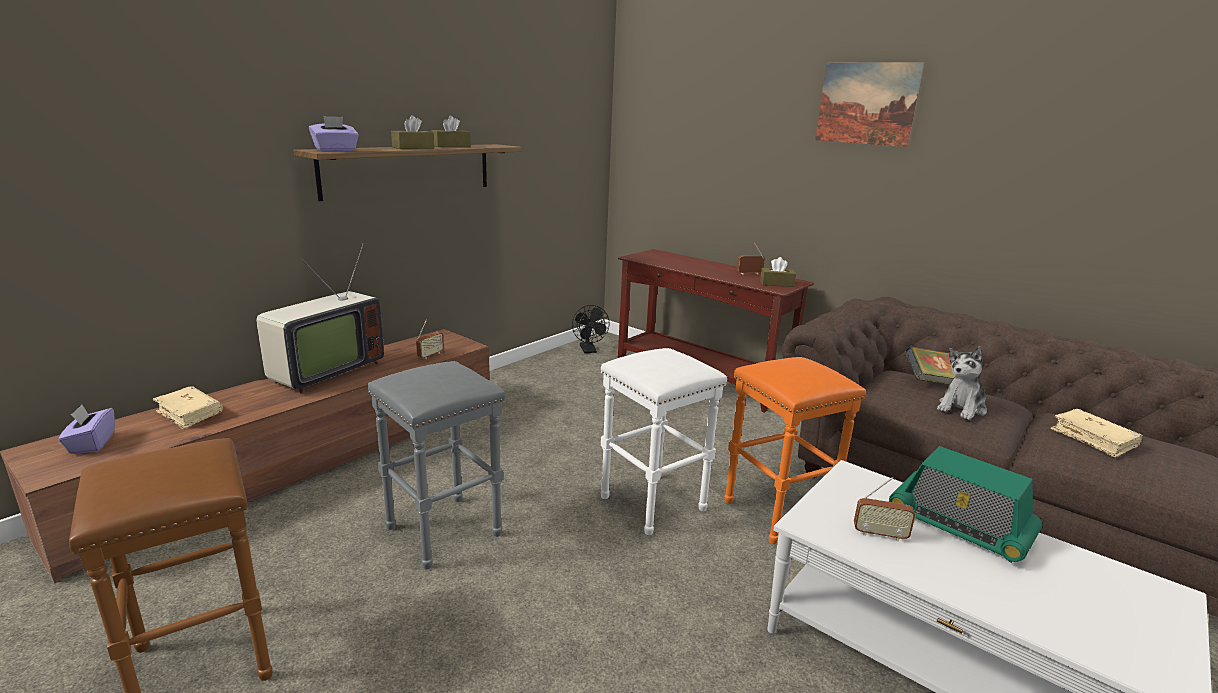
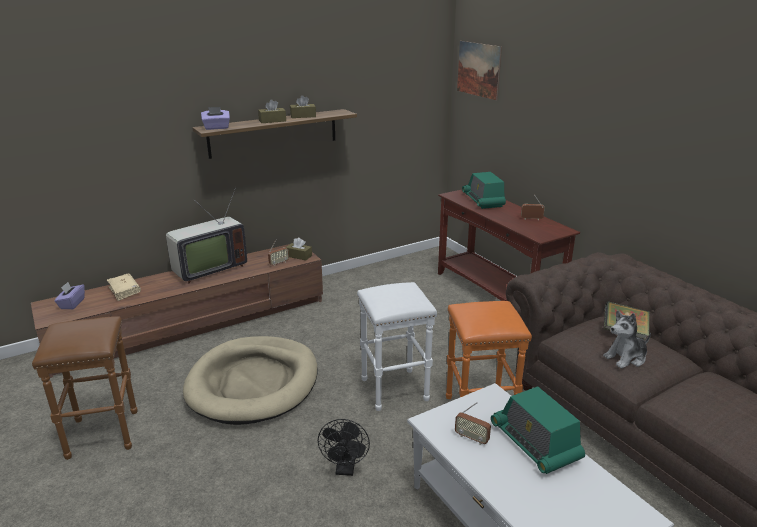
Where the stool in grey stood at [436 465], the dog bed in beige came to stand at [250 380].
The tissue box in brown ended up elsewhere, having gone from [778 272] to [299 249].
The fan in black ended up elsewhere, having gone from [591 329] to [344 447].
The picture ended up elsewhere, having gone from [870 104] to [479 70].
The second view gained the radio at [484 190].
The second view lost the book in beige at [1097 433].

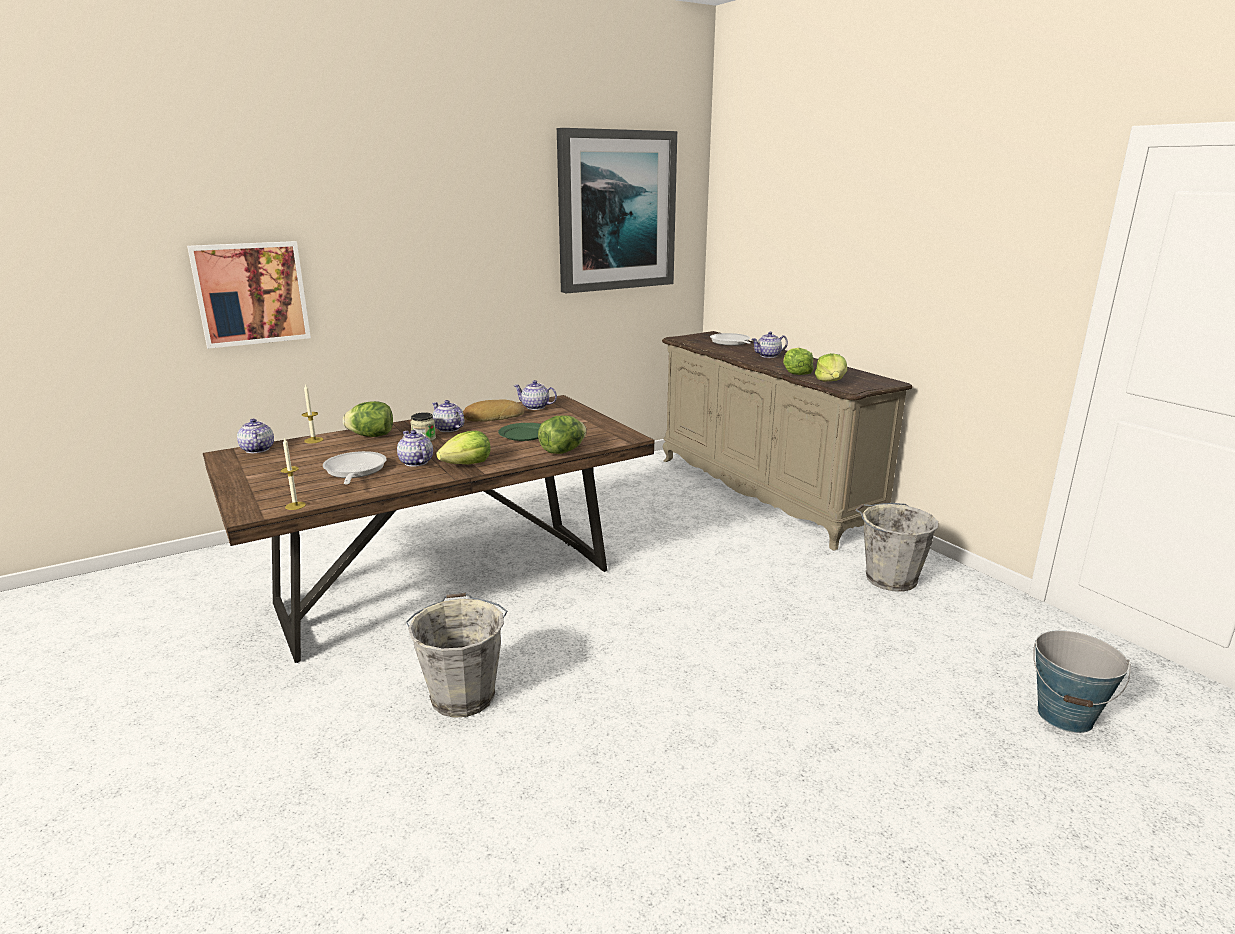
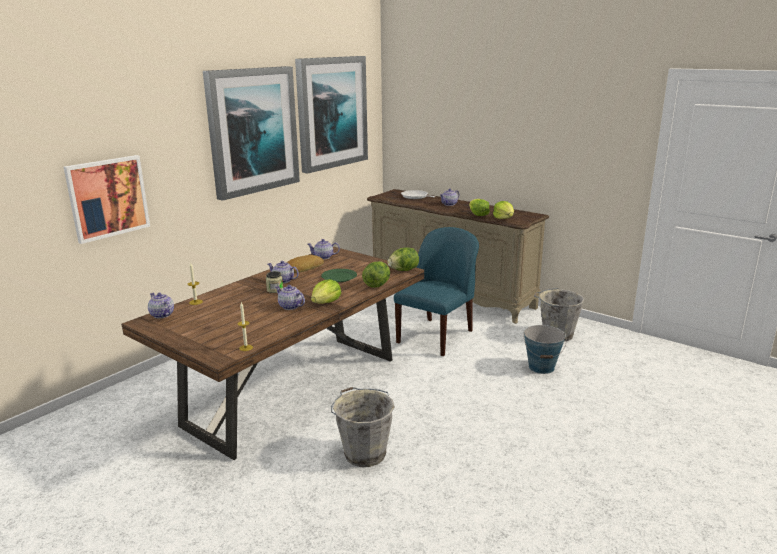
The second view gained the picture at [251 133].
The lettuce ended up elsewhere, having gone from [368 419] to [403 259].
The second view gained the chair in blue at [436 291].
The bucket ended up elsewhere, having gone from [1082 681] to [545 349].
The second view lost the frying pan at [355 467].

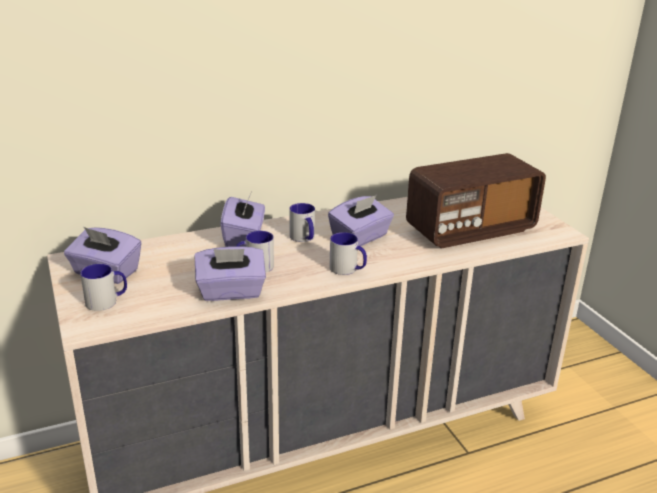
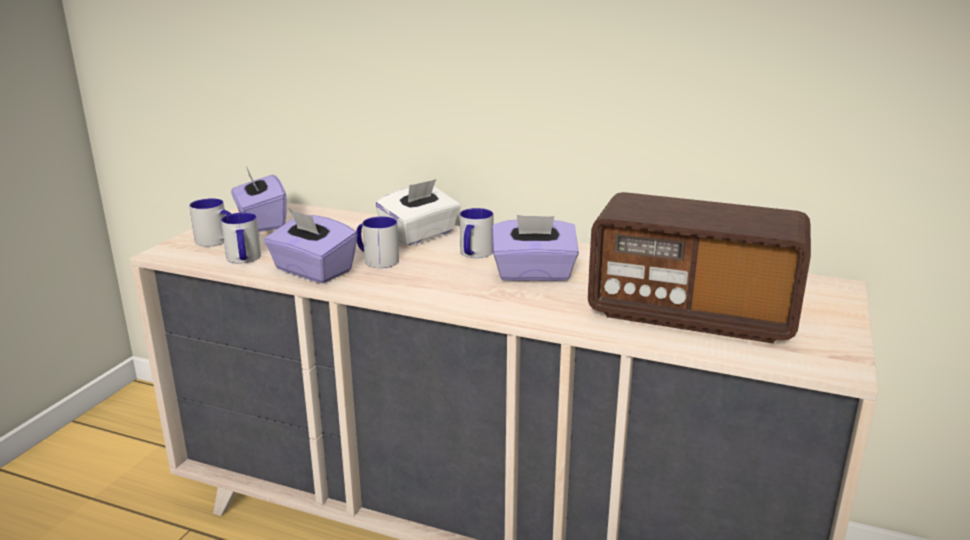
The mug ended up elsewhere, having gone from [348 253] to [241 238].
What was the tissue box in purple at [243 220] turned into the tissue box in white at [418 212].

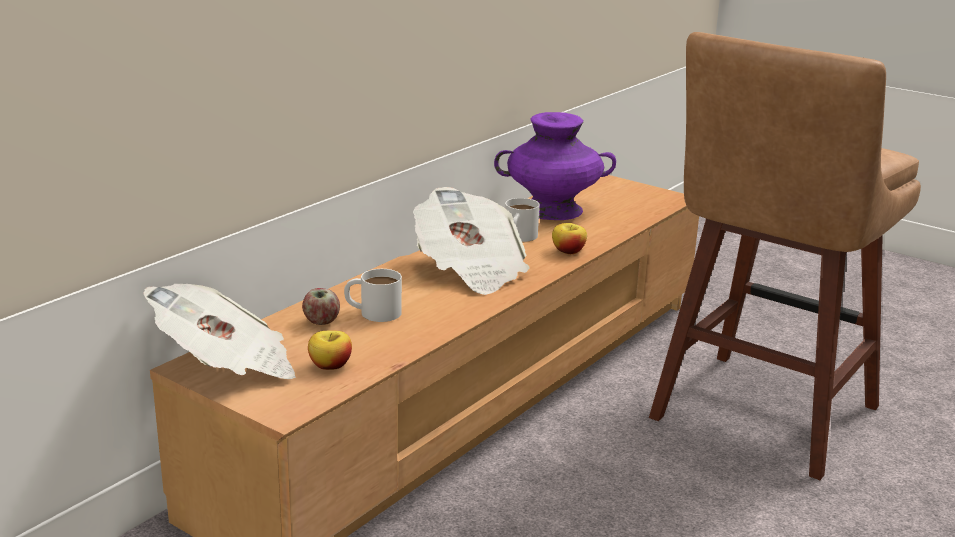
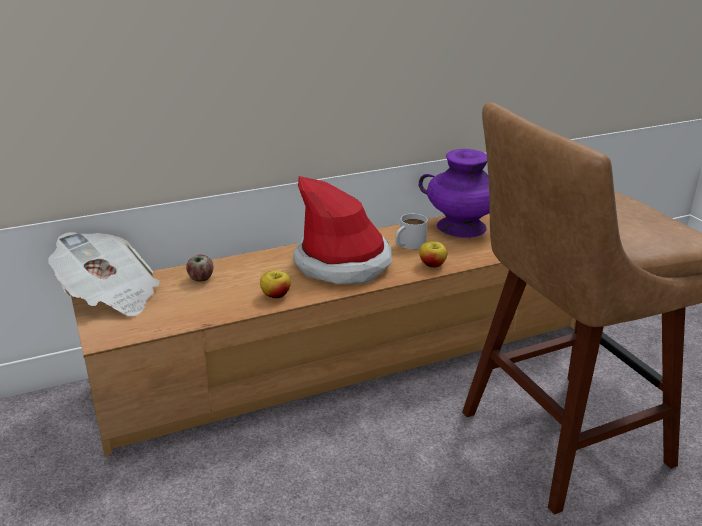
The apple ended up elsewhere, having gone from [330 350] to [275 284].
Where the newspaper stood at [471 241], the hat came to stand at [342 230].
The second view lost the mug in white at [373 295].

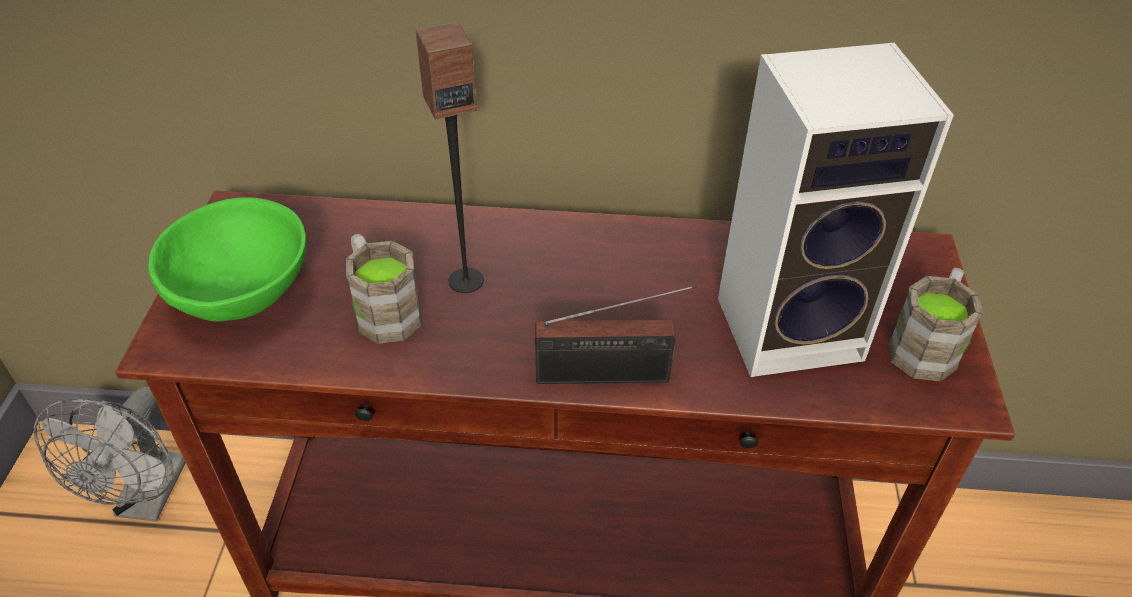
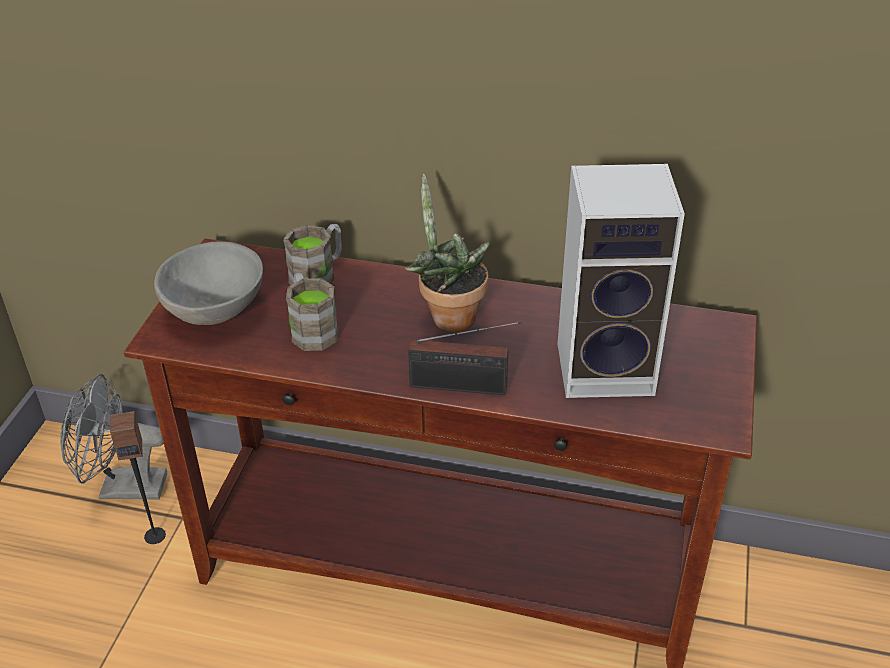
The fan in grey at [110 454] ended up facing another way, 75 degrees clockwise from before.
The speaker ended up elsewhere, having gone from [450 157] to [138 477].
What was the bowl in green at [227 259] turned into the bowl in grey at [208 283].
The mug in brown ended up elsewhere, having gone from [935 325] to [312 254].
The second view gained the potted plant at [447 253].

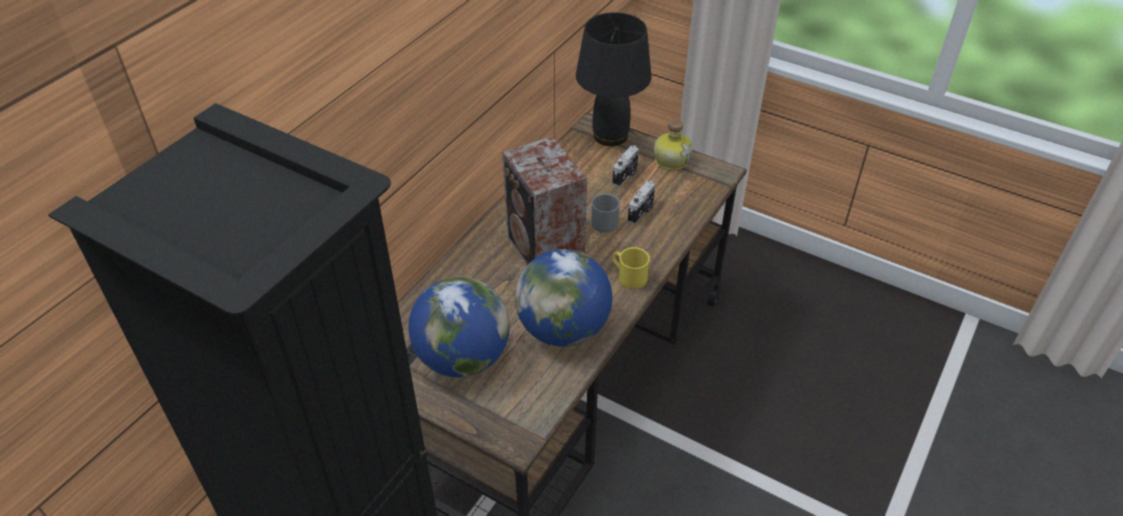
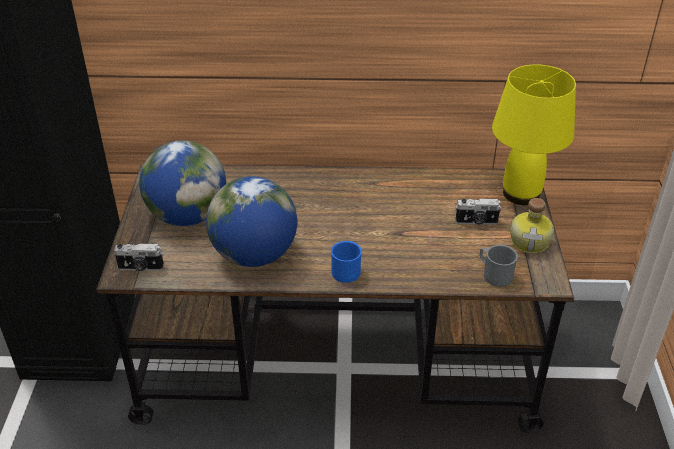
The photo camera ended up elsewhere, having gone from [641 202] to [139 257].
What was the mug in yellow at [631 268] turned into the mug in blue at [346 262].
The mug in grey ended up elsewhere, having gone from [603 213] to [499 266].
What was the table lamp in black at [613 79] turned into the table lamp in yellow at [534 134].
The second view lost the speaker at [544 201].

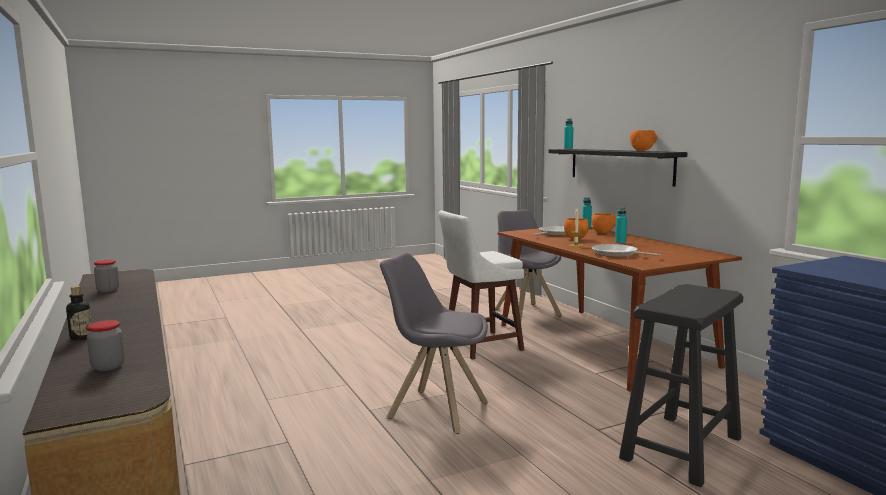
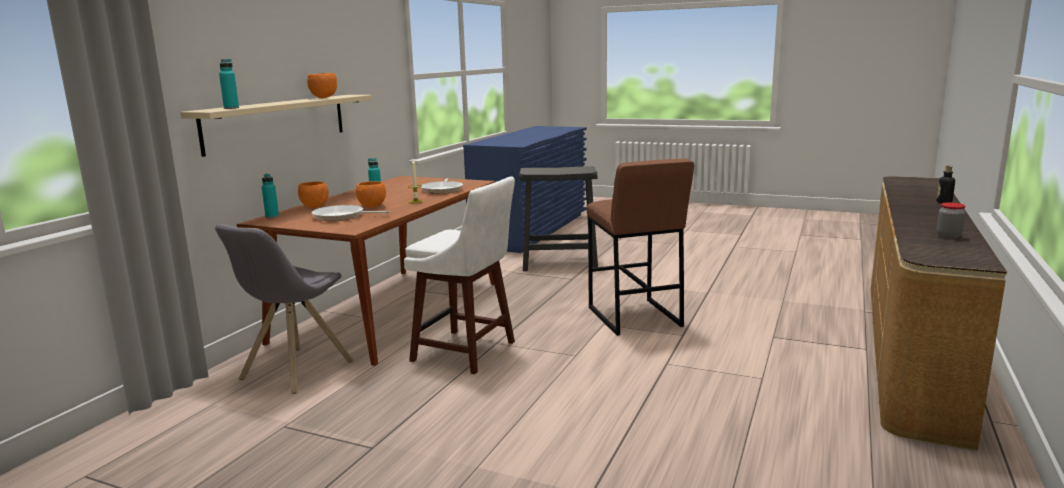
What was the shelf in black at [618 168] turned into the shelf in beige at [276 126].
Where the chair in grey stood at [434 343], the stool in brown came to stand at [640 247].
The second view lost the jar at [106 345].

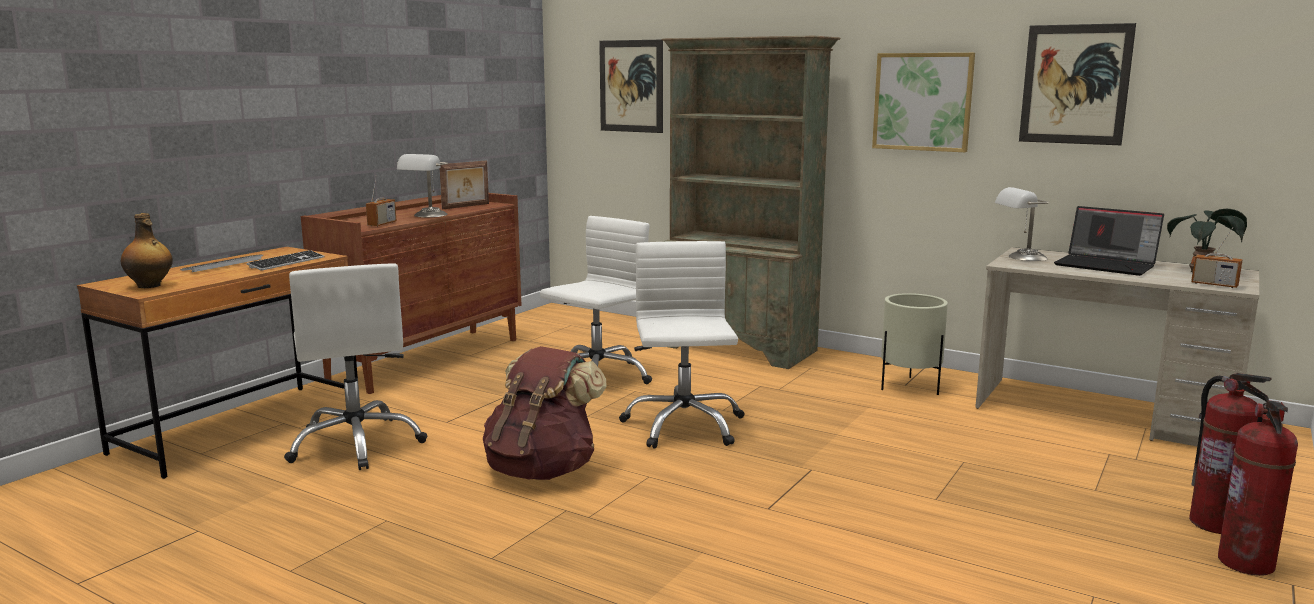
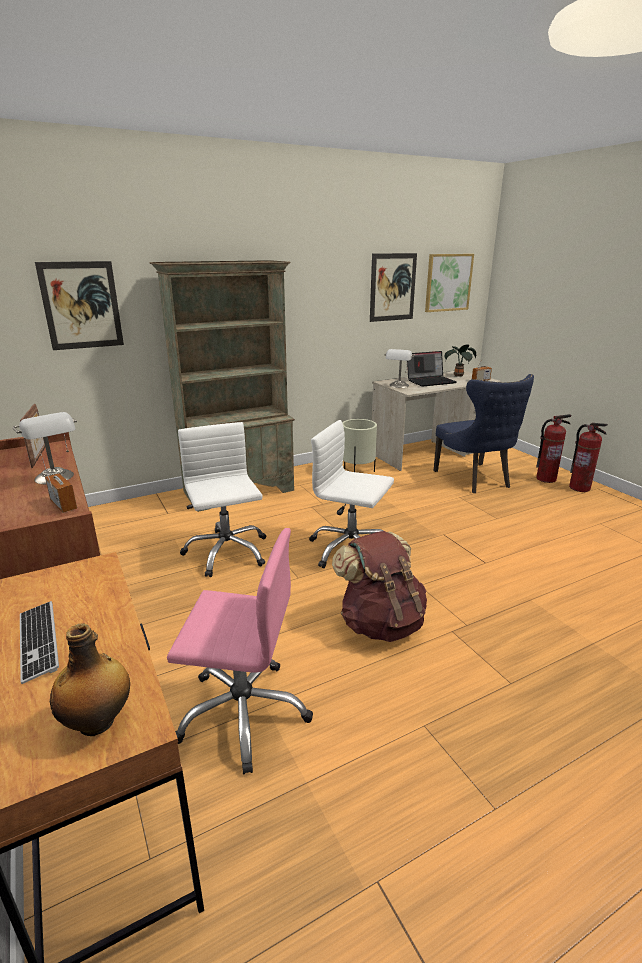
What was the office chair in white at [355 366] turned into the office chair in pink at [240 651].
The picture ended up elsewhere, having gone from [923 102] to [449 283].
The second view gained the chair in blue at [484 433].
The second view lost the keyboard at [285 260].

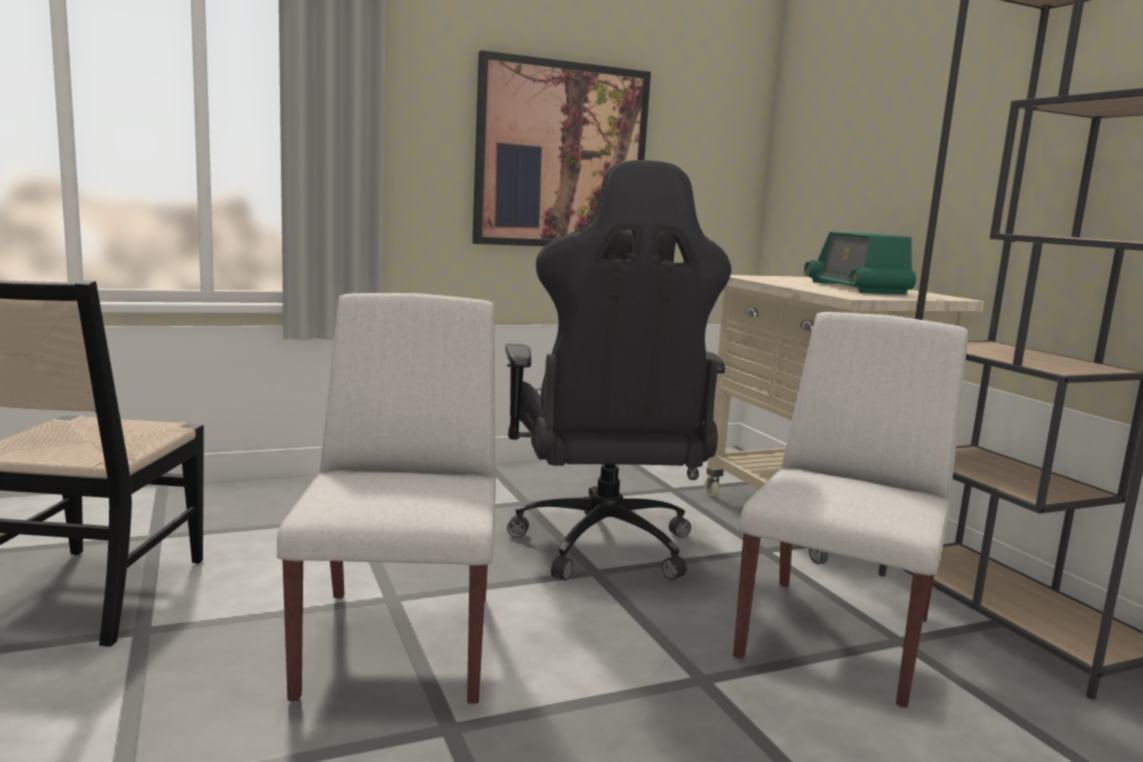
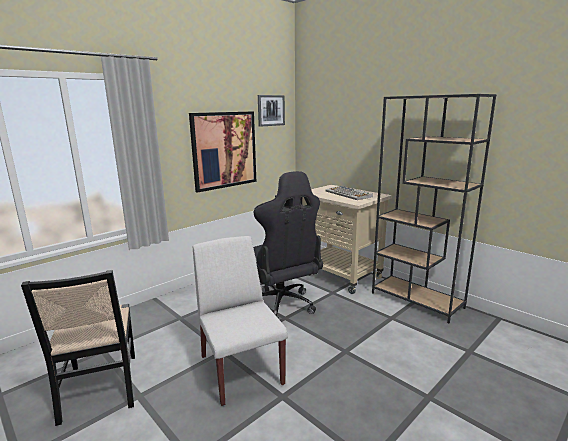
The second view gained the picture at [271 111].
Where the radio stood at [860 263], the keyboard came to stand at [349 193].
The second view lost the chair in white at [850 510].

